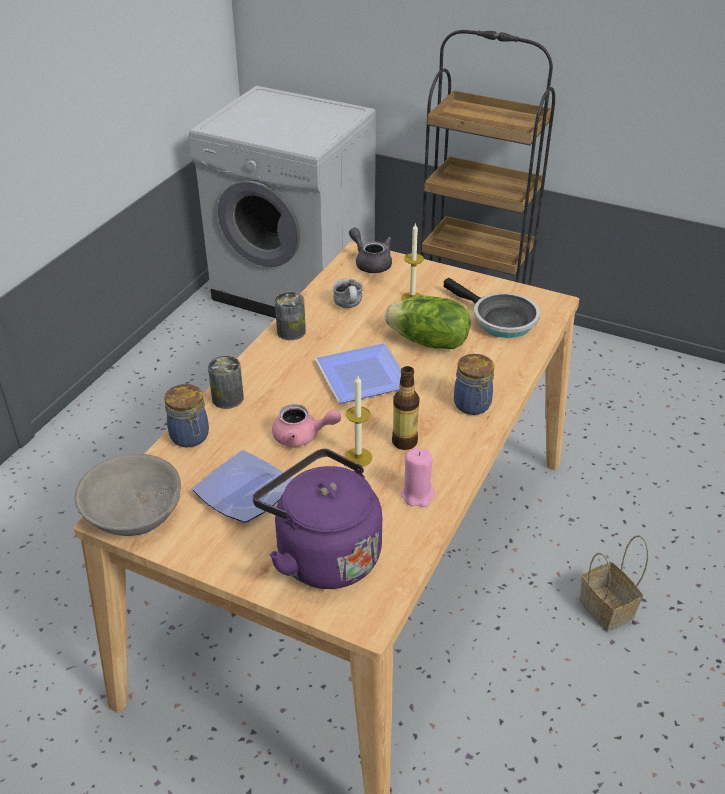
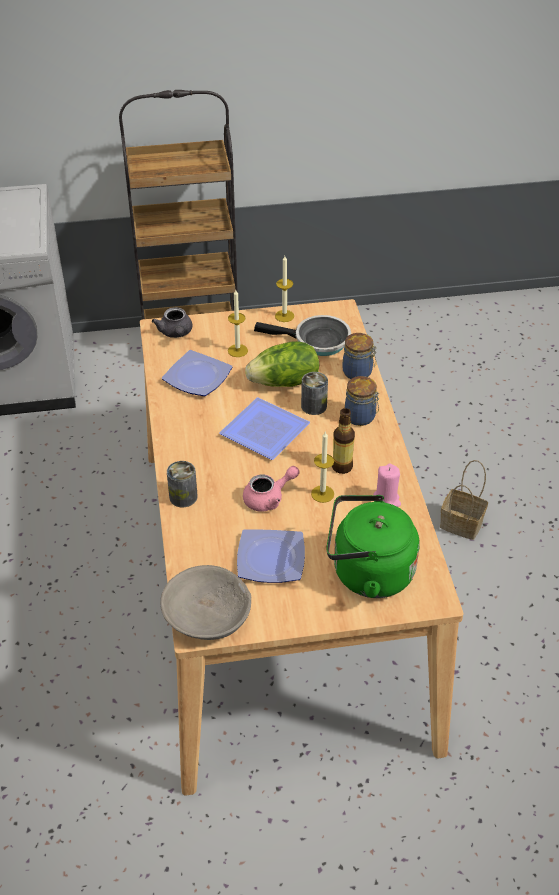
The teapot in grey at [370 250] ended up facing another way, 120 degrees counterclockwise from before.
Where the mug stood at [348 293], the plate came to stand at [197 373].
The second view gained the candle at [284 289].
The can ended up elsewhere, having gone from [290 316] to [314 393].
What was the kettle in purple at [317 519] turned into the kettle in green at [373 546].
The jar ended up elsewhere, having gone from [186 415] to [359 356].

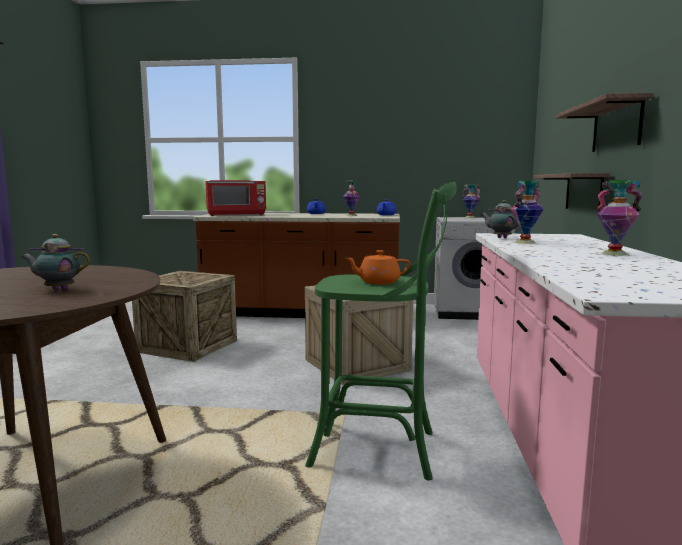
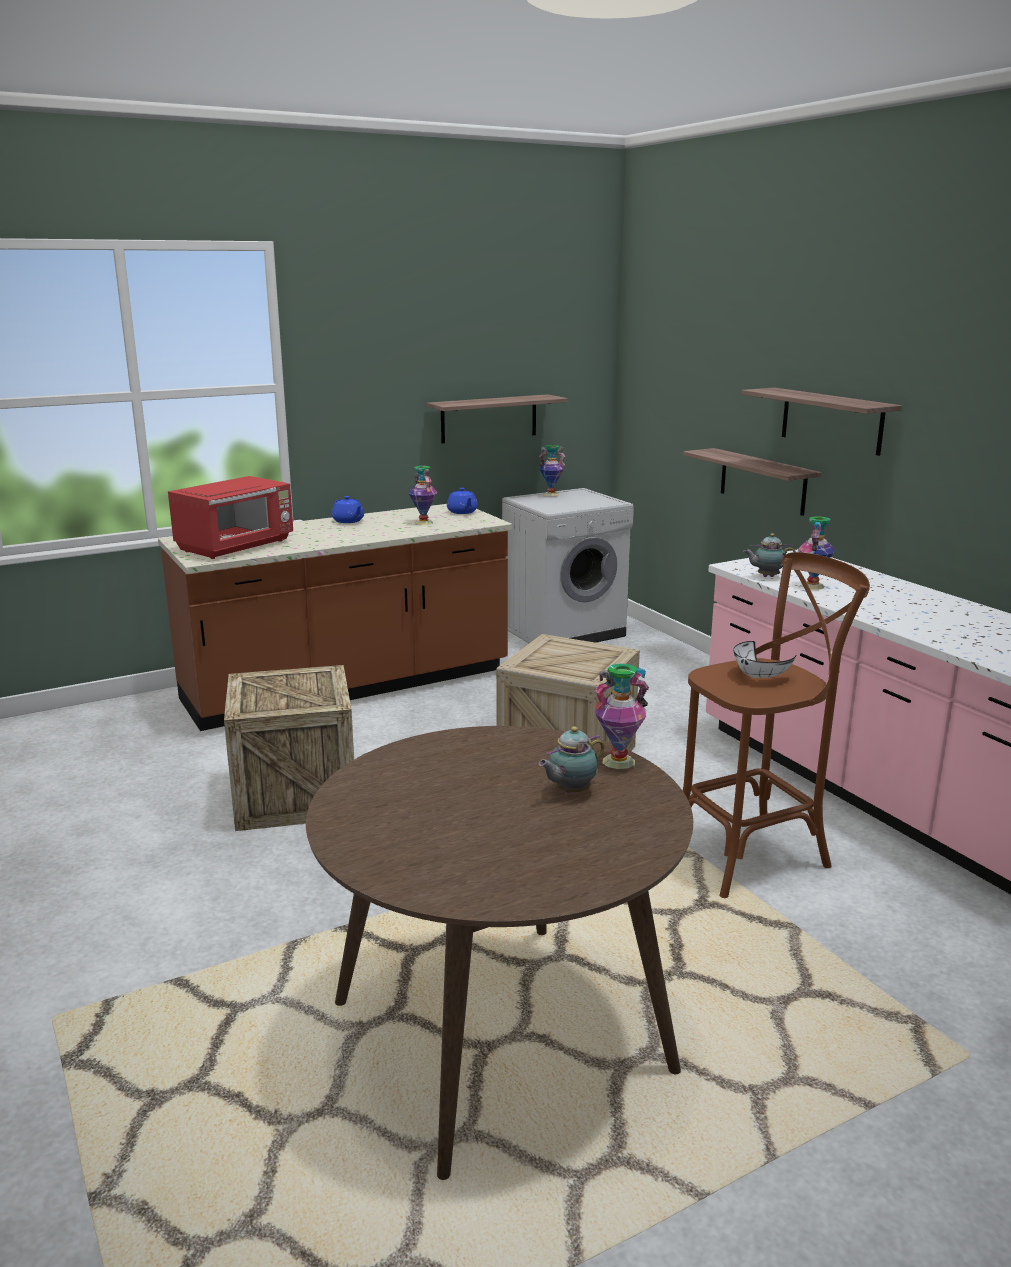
The second view gained the shelf at [497 418].
The vase ended up elsewhere, having gone from [619 218] to [621 716].
What was the stool in green at [381 331] turned into the stool in brown at [776 725].
Where the teapot in orange stood at [378 267], the bowl in white came to stand at [765 659].

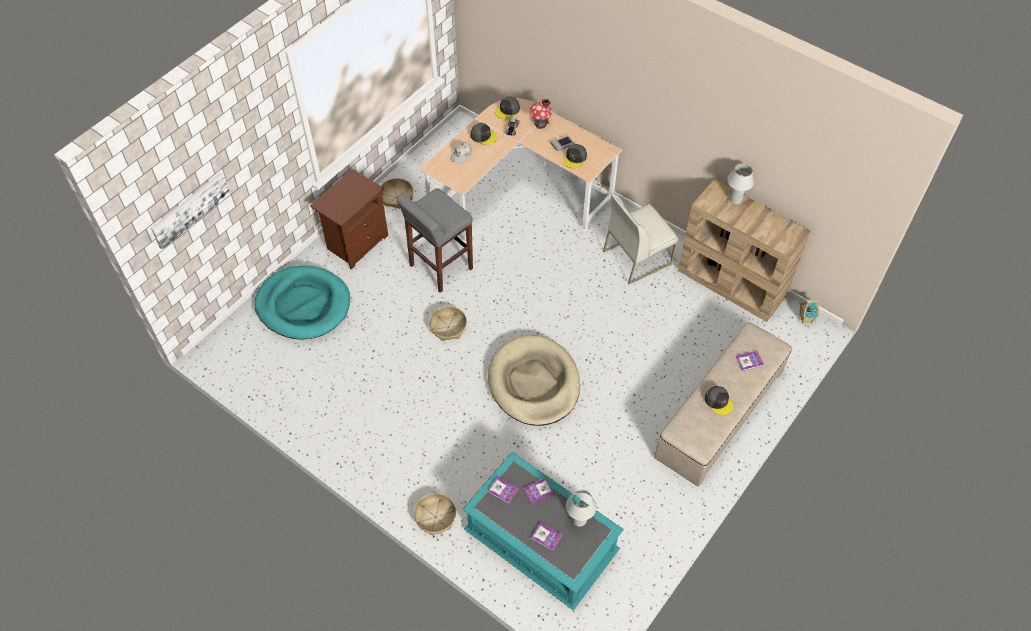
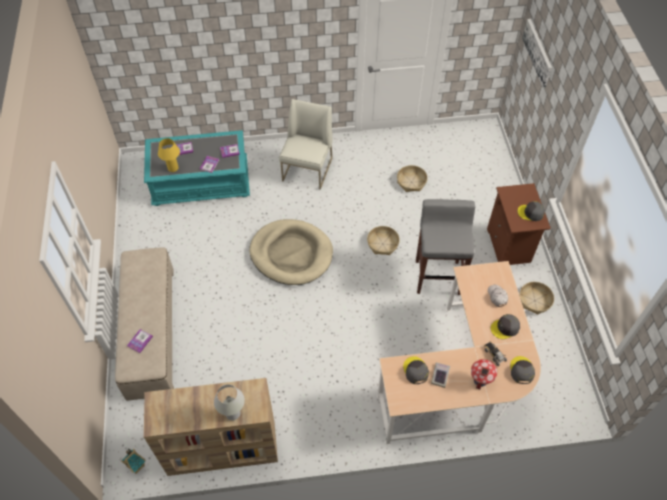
What was the table lamp in white at [581 508] turned into the table lamp in yellow at [169 155].
The chair in white ended up elsewhere, having gone from [640 239] to [306 144].
The basket ended up elsewhere, having gone from [435 514] to [412 178].
The cap in grey ended up elsewhere, having gone from [719 400] to [531 211].
The second view lost the dog bed in turquoise at [302 303].

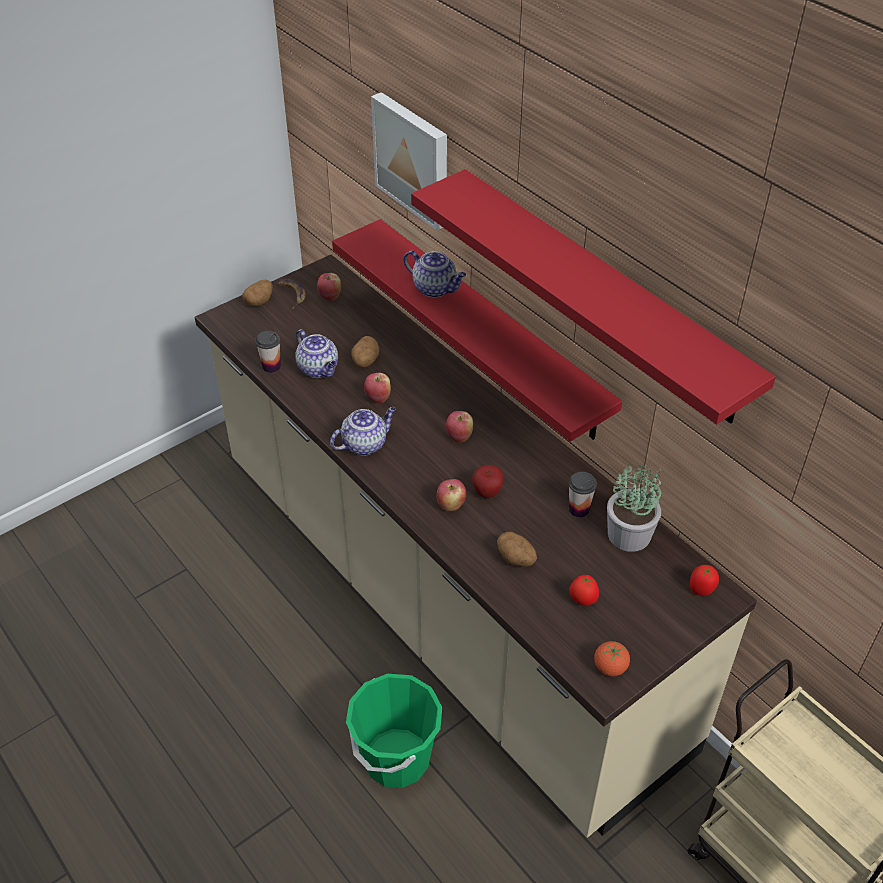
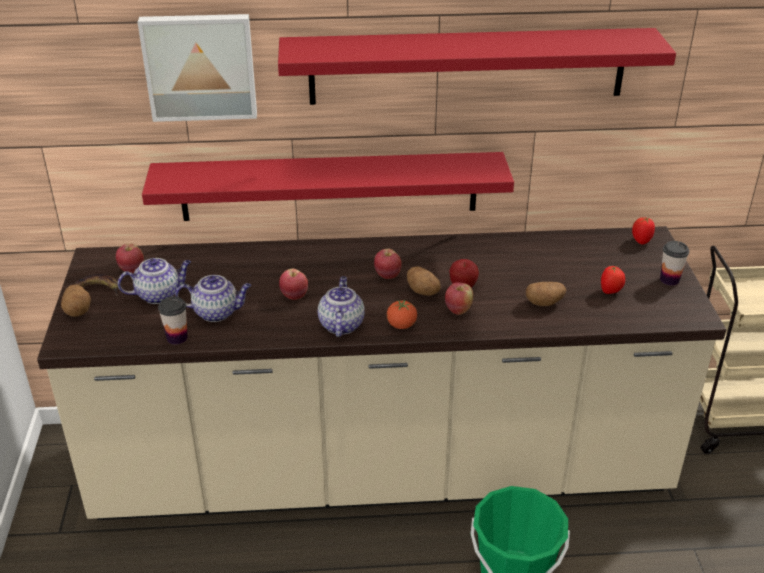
The teapot ended up elsewhere, having gone from [435 274] to [154 281].
The tomato ended up elsewhere, having gone from [612 658] to [402 314].
The potato ended up elsewhere, having gone from [365 351] to [424 281].
The cup ended up elsewhere, having gone from [583 495] to [674 263].
The second view lost the potted plant at [634 508].

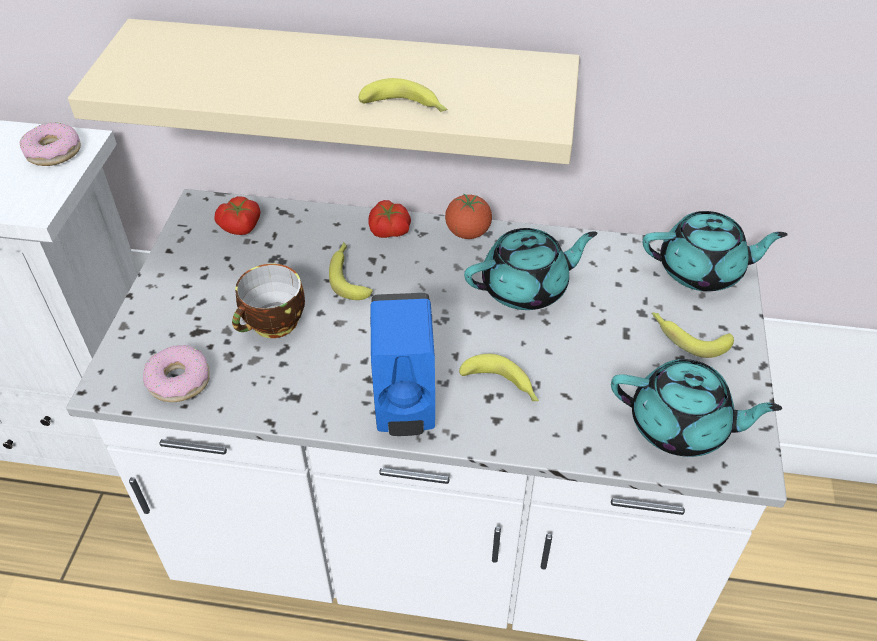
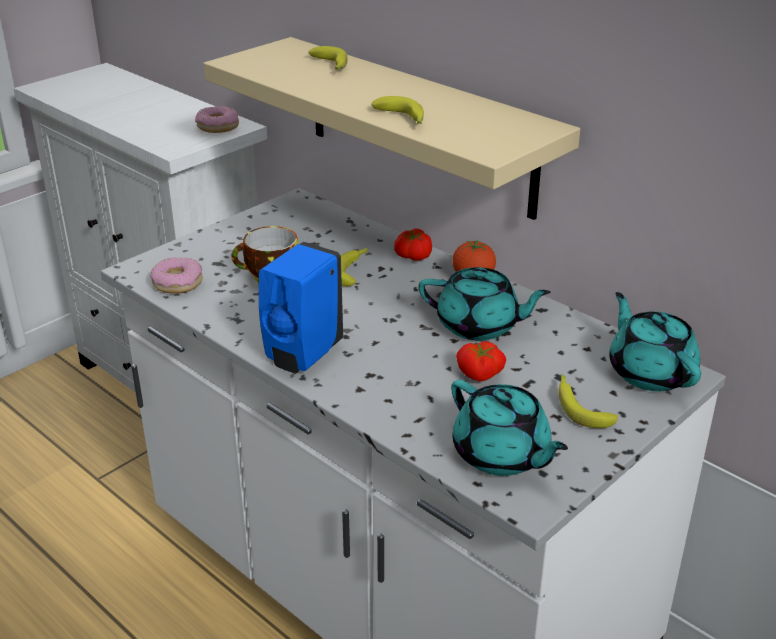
The banana ended up elsewhere, having gone from [499 377] to [328 58].
The tomato ended up elsewhere, having gone from [237 215] to [481 361].
The teapot in turquoise at [715 251] ended up facing another way, 150 degrees counterclockwise from before.

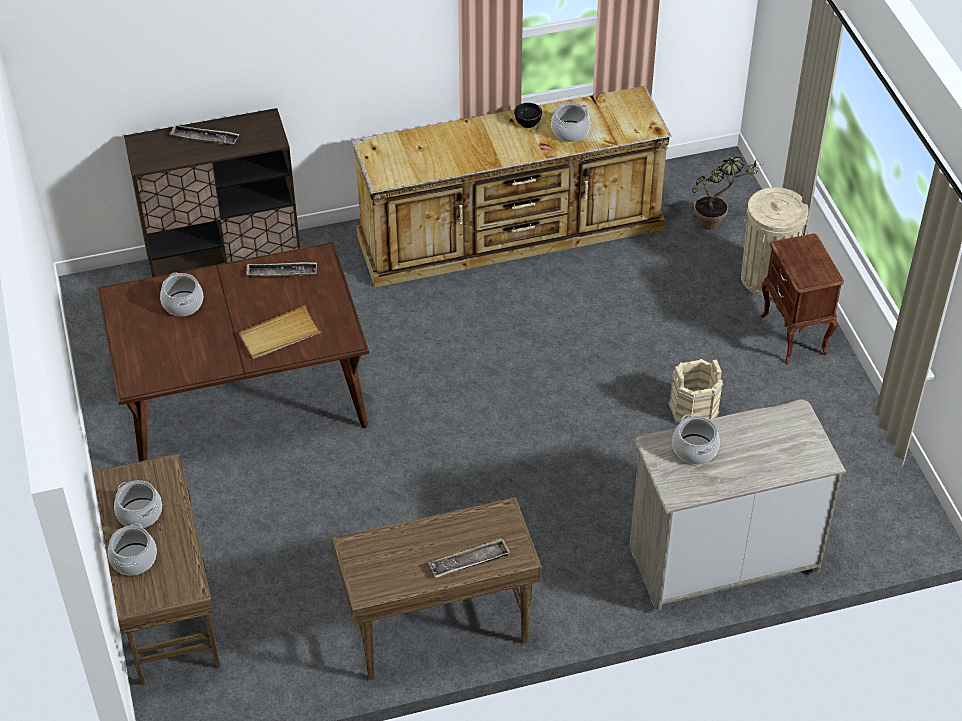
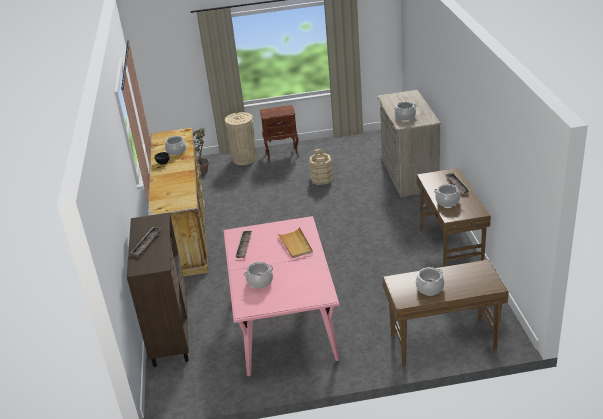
What was the dining table in brown at [233 352] turned into the dining table in pink at [281 296].
The cooking pot ended up elsewhere, having gone from [132 549] to [448 195].

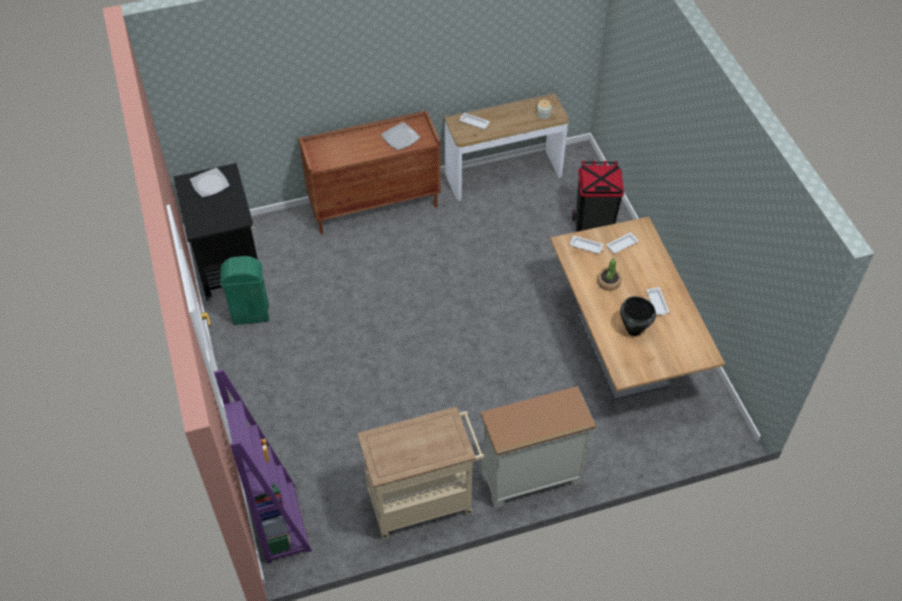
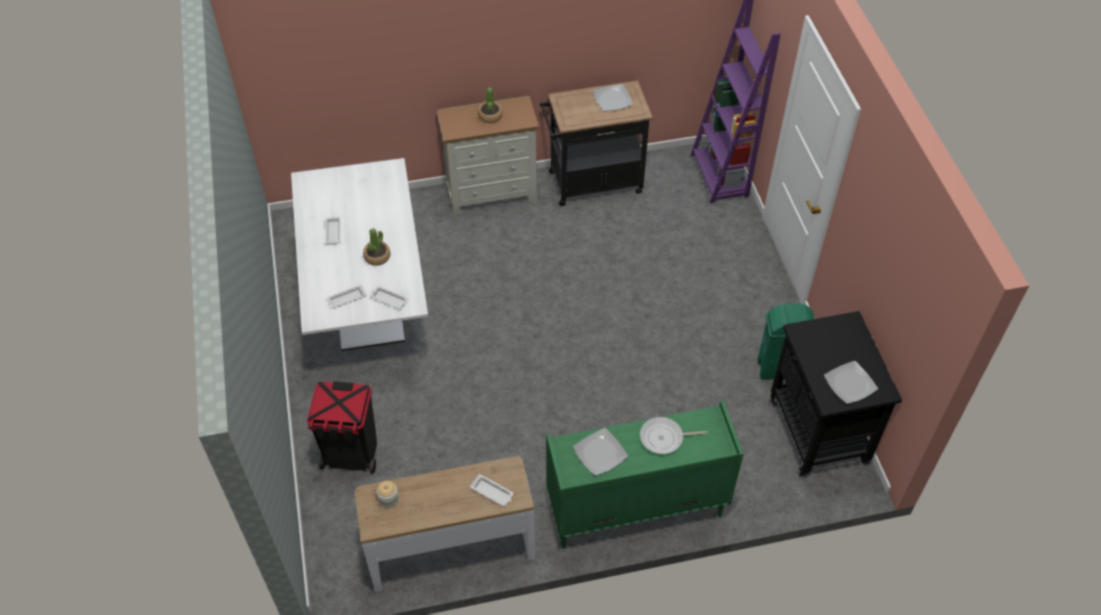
What was the dining table in brown at [637 308] turned into the dining table in white at [359 254].
The second view gained the potted plant at [490 105].
What was the cart in beige at [420 472] turned into the cart in black at [596 143].
What was the cabinet in brown at [370 172] turned into the cabinet in green at [645 474].
The second view gained the plate at [613 97].
The second view gained the frying pan at [673 435].
The second view lost the cooking pot in black at [638 316].

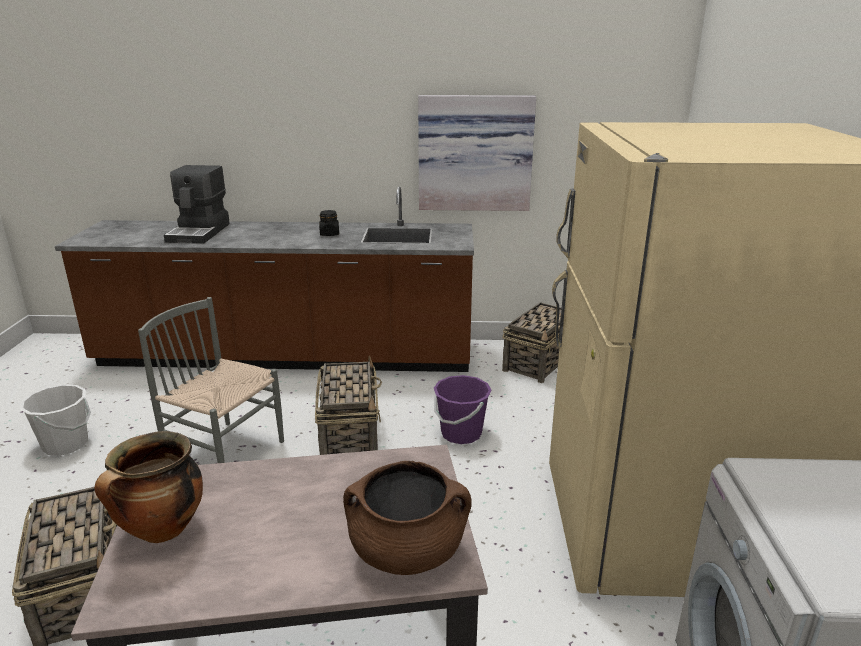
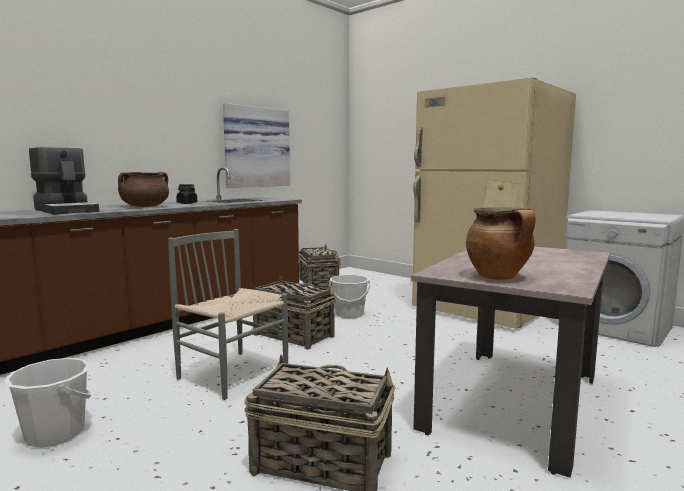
The cooking pot in brown ended up elsewhere, having gone from [407 518] to [143 189].
The chair in grey at [211 380] ended up facing another way, 60 degrees clockwise from before.
What was the bucket in purple at [463 409] turned into the bucket in white at [349 296].

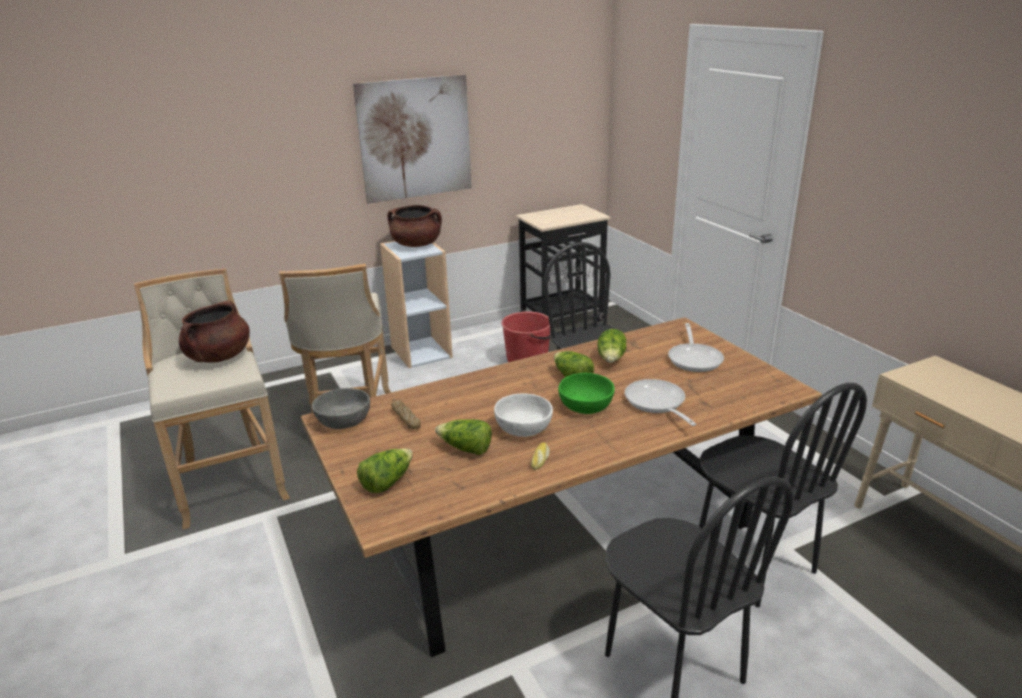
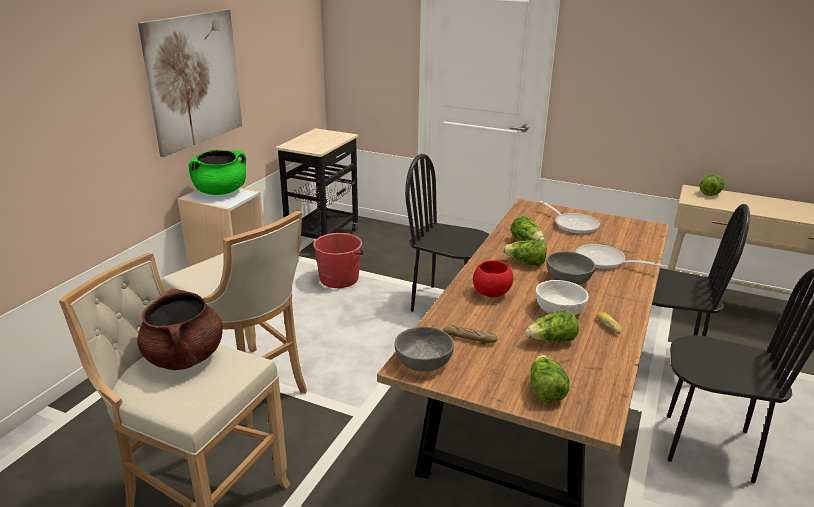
What was the cooking pot in brown at [414 226] turned into the cooking pot in green at [217 172].
The second view gained the bowl in red at [493 278].
What was the bowl in green at [586 393] turned into the bowl in grey at [570 268].
The second view gained the lettuce at [711 185].

